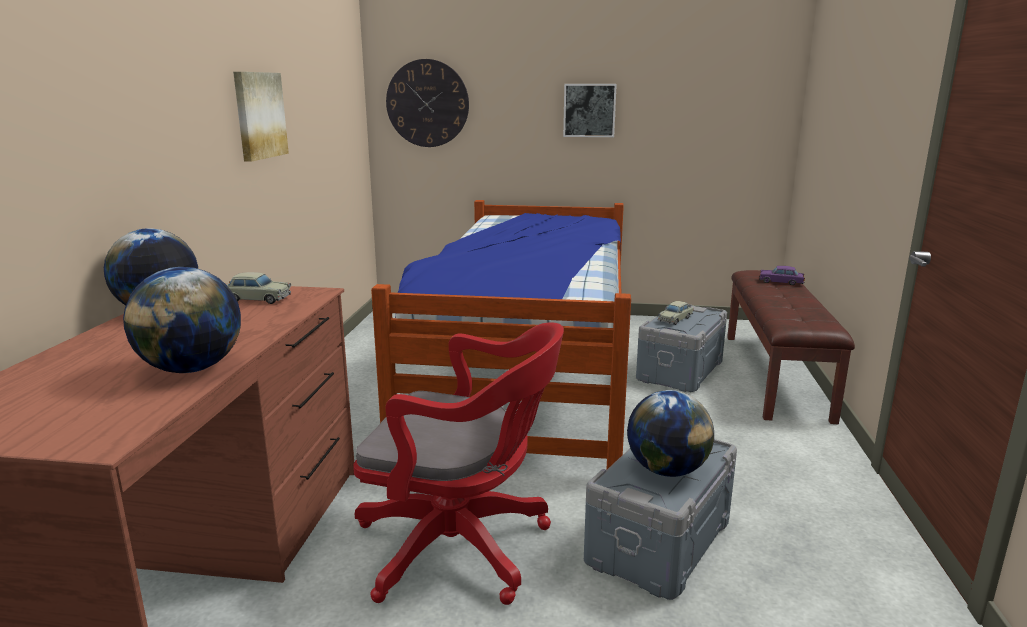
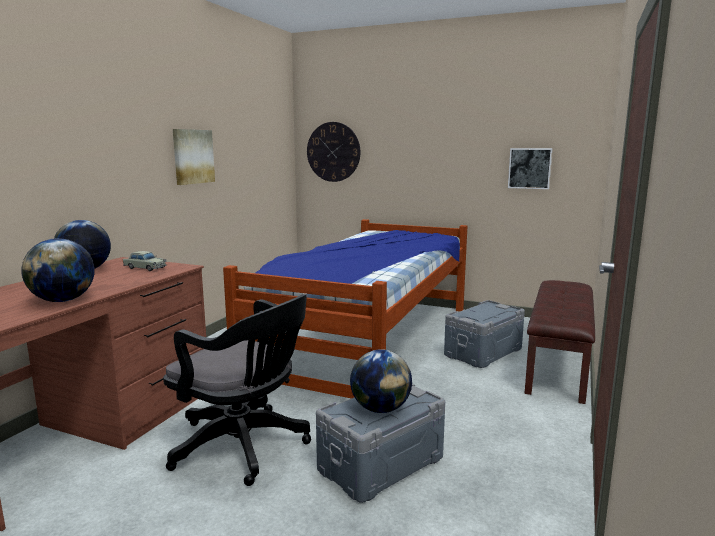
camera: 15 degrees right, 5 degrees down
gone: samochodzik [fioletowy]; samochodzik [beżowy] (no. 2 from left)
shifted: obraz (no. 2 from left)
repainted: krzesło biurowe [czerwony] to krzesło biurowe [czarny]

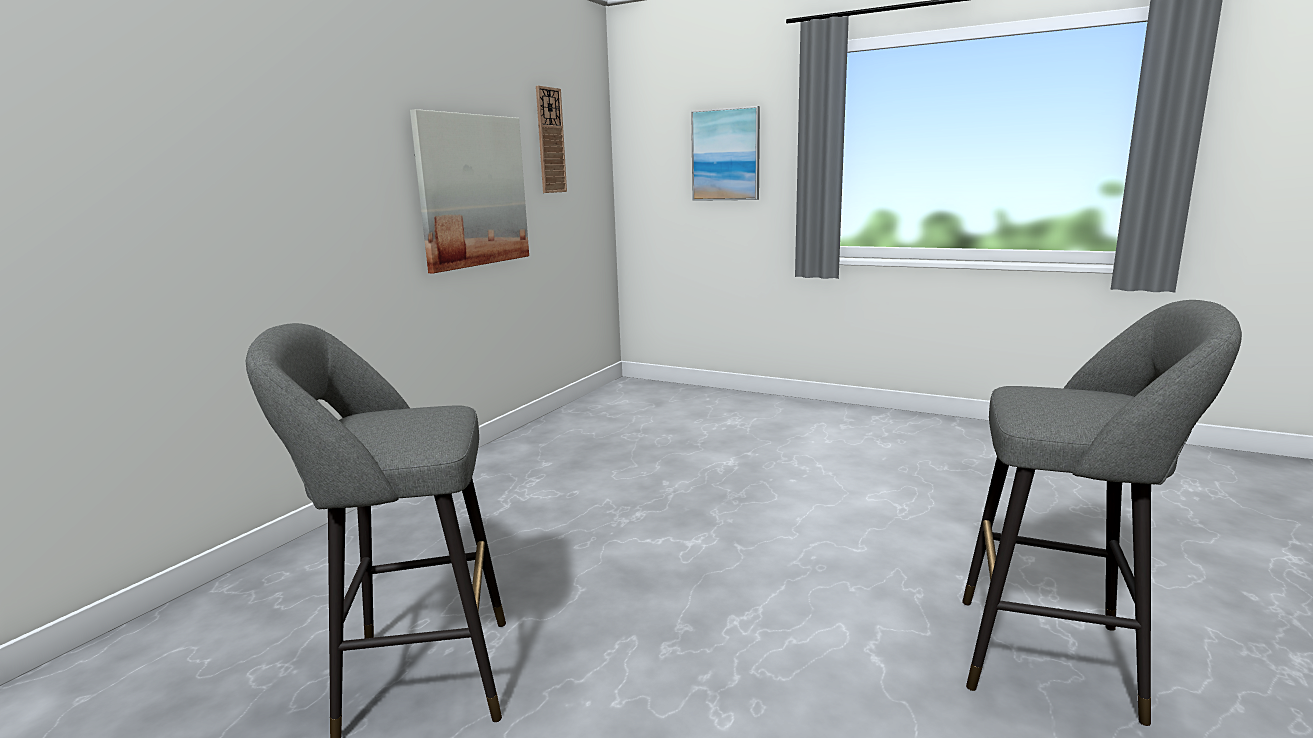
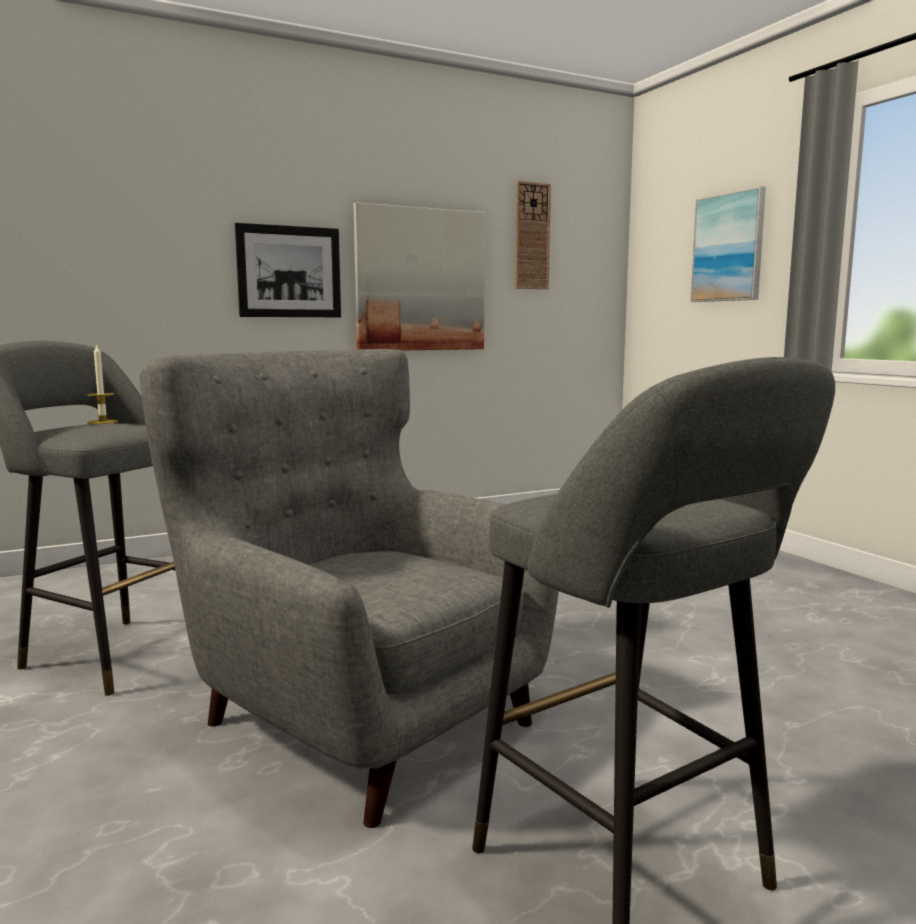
camera: 35 degrees right, 5 degrees down
new: obraz (no. 1 from left); świeca; fotel [szary]

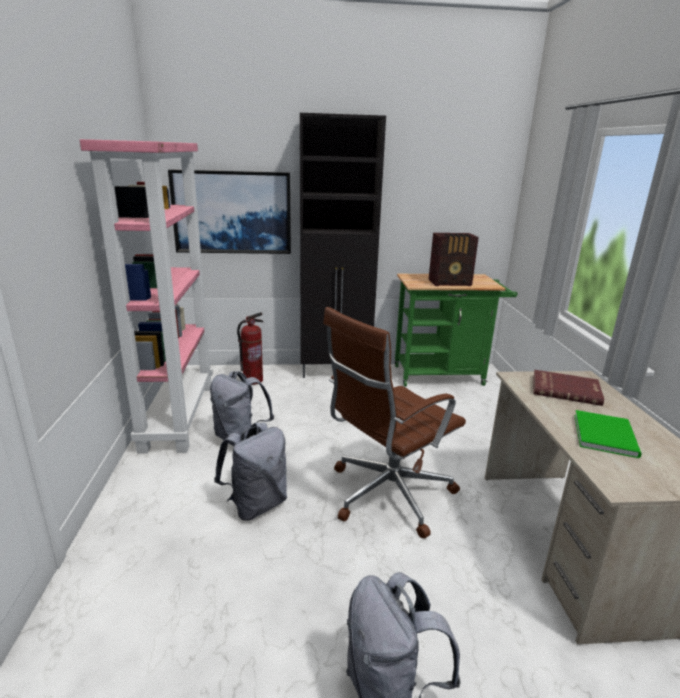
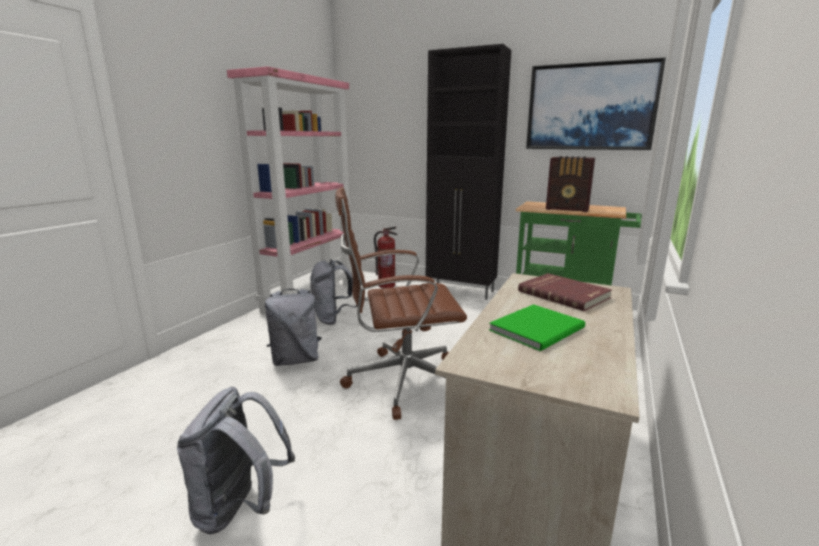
camera: 30 degrees right, 5 degrees down
shifted: obraz

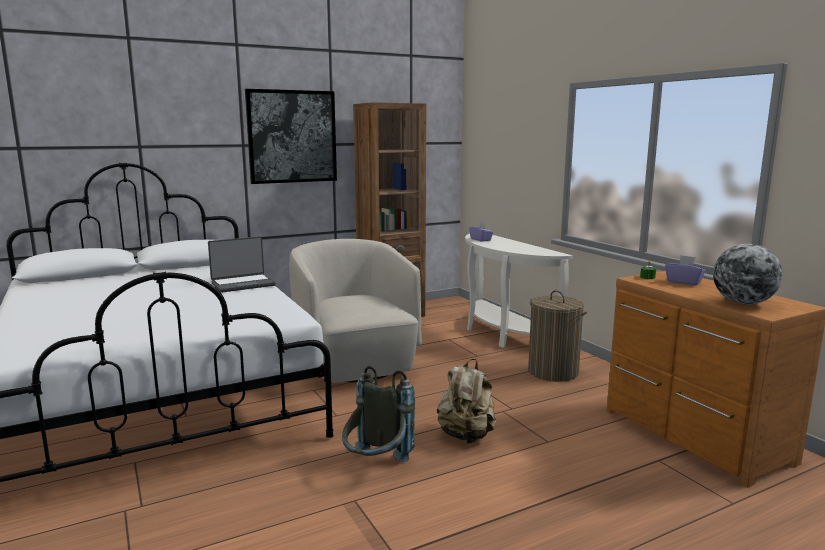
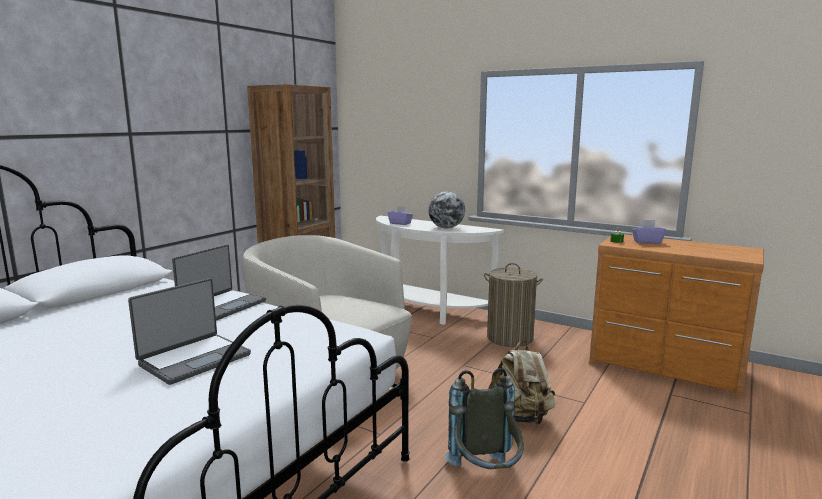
camera: 30 degrees left, 0 degrees up
gone: obraz
new: laptop (no. 1 from left)
shifted: globus

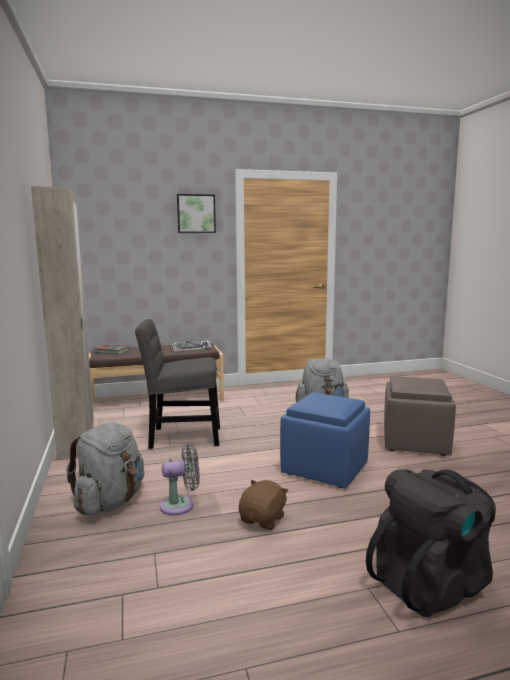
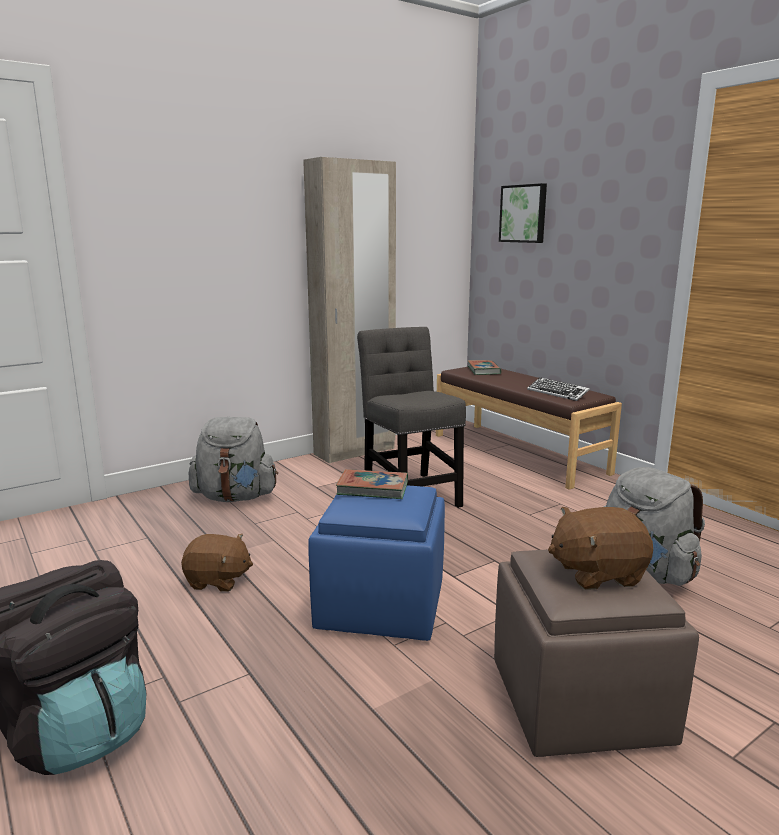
camera: 70 degrees right, 5 degrees up
gone: wentylator [szary]
new: książka (no. 1 from left); pluszak [brązowy] (no. 2 from left)
shifted: obraz

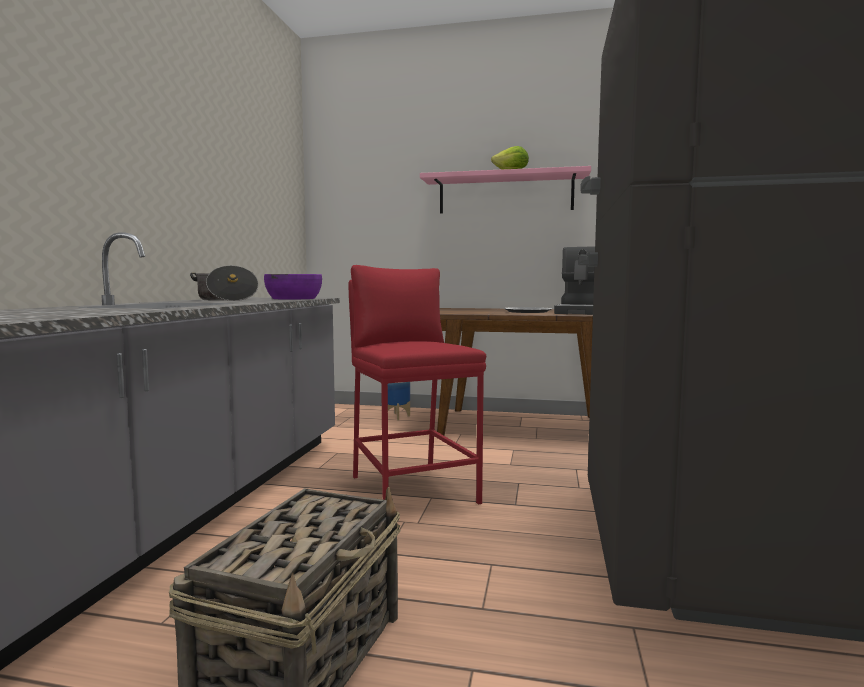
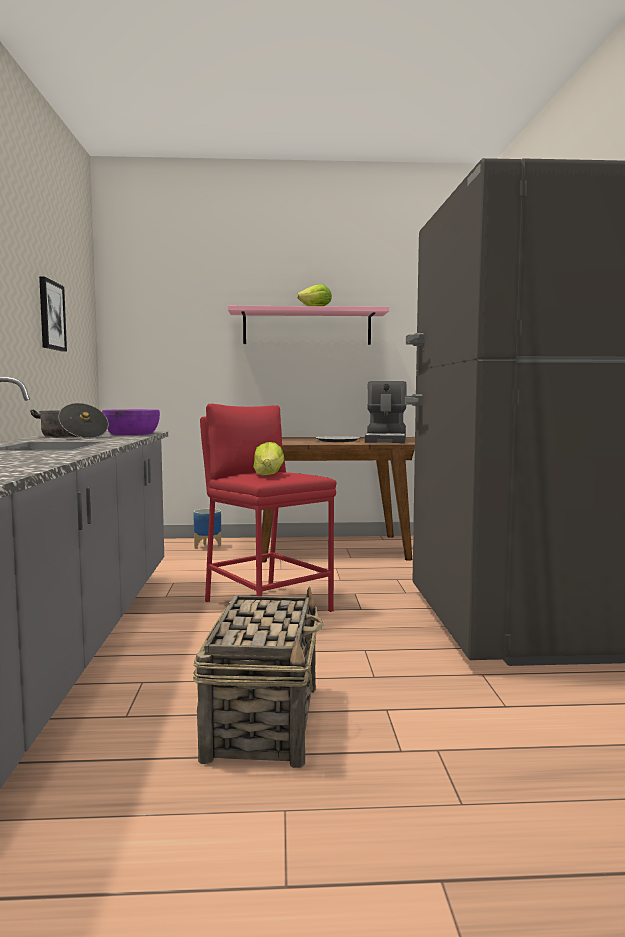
camera: 15 degrees left, 0 degrees up
new: obraz; sałata (no. 1 from left)

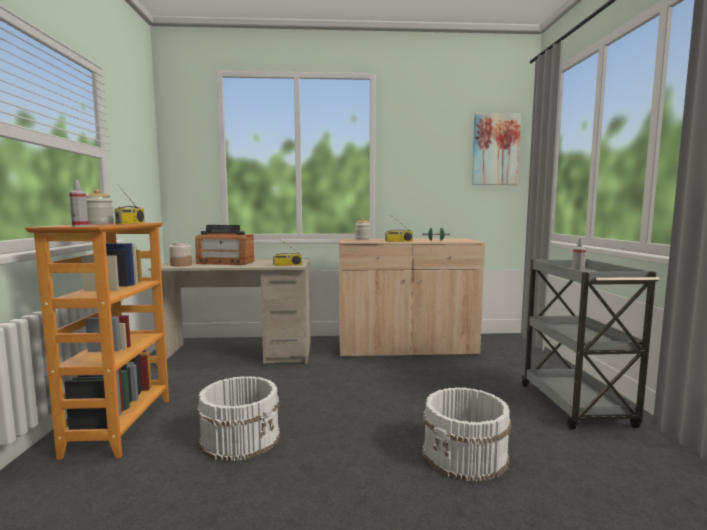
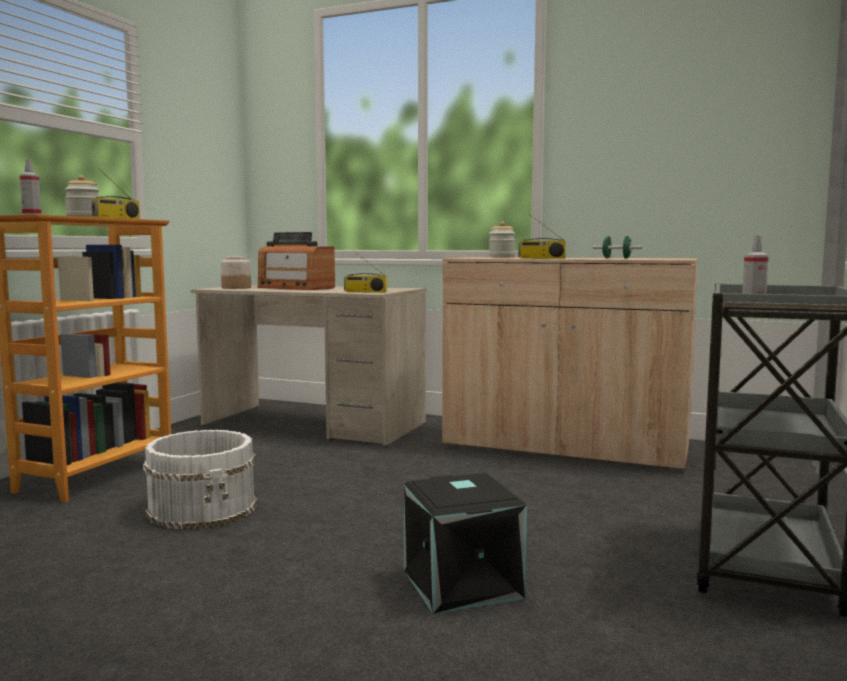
camera: 25 degrees right, 0 degrees up
gone: obraz
swapped: wiadro [biały] (no. 2 from left) to pojemnik do przechowywania [czarny]

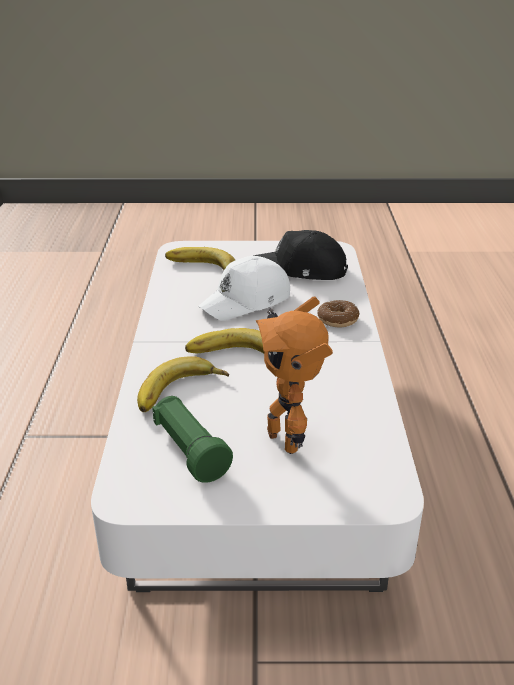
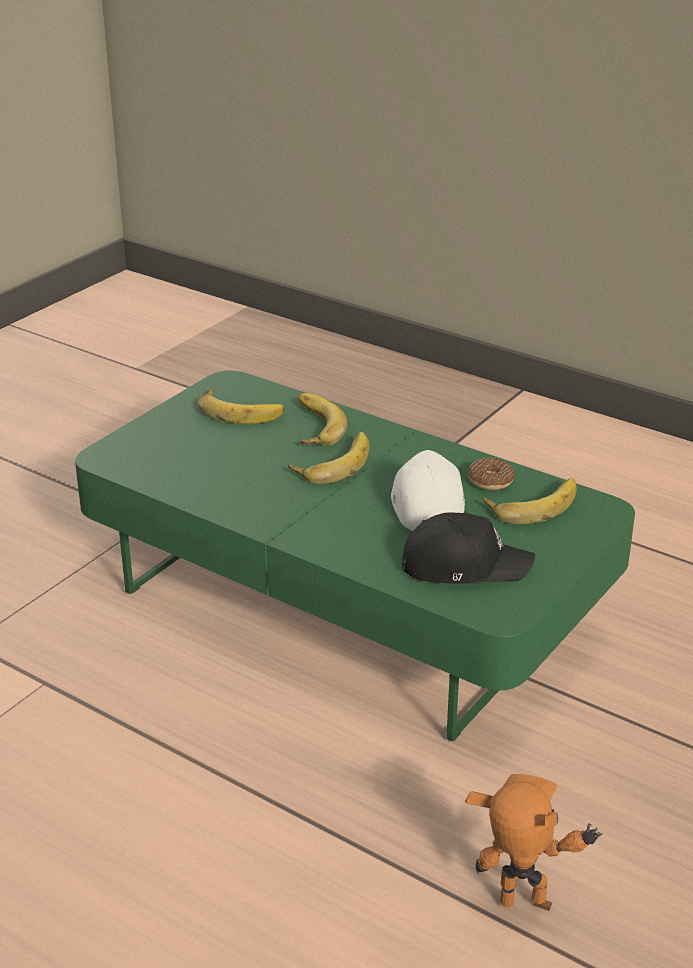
camera: 125 degrees right, 0 degrees up
shifted: robot zabawkowy; donut
swapped: latarka [zielony] to banan (no. 1 from left)
repainted: ława [biały] to ława [zielony]
rotated: czapka z daszkiem [czarny] 45 degrees clockwise

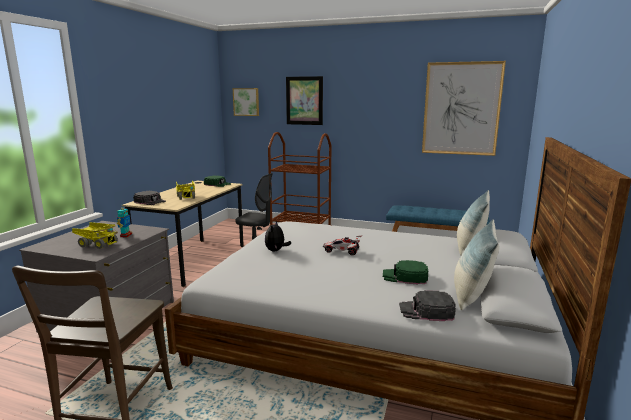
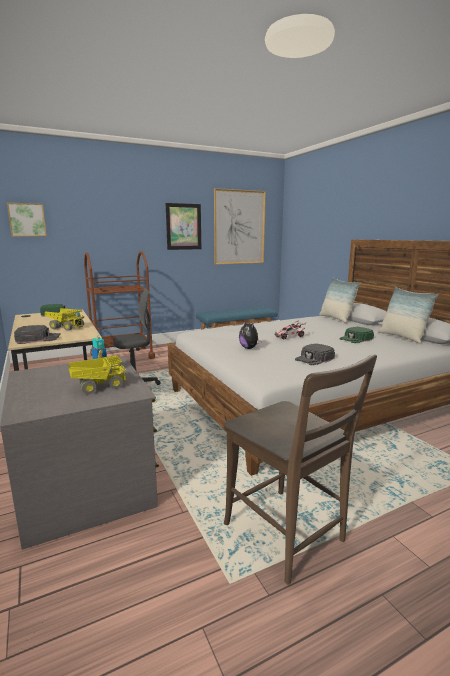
camera: 45 degrees left, 0 degrees up
shifted: obraz (no. 2 from left); czapka z daszkiem [czarny] (no. 2 from left)

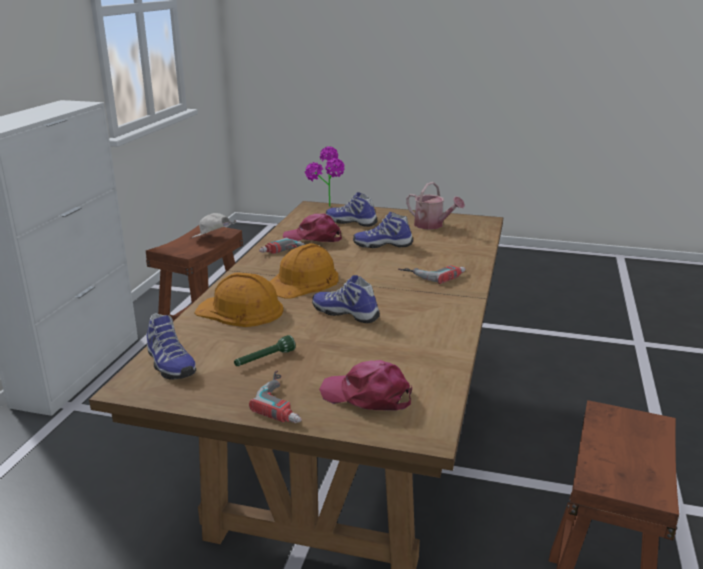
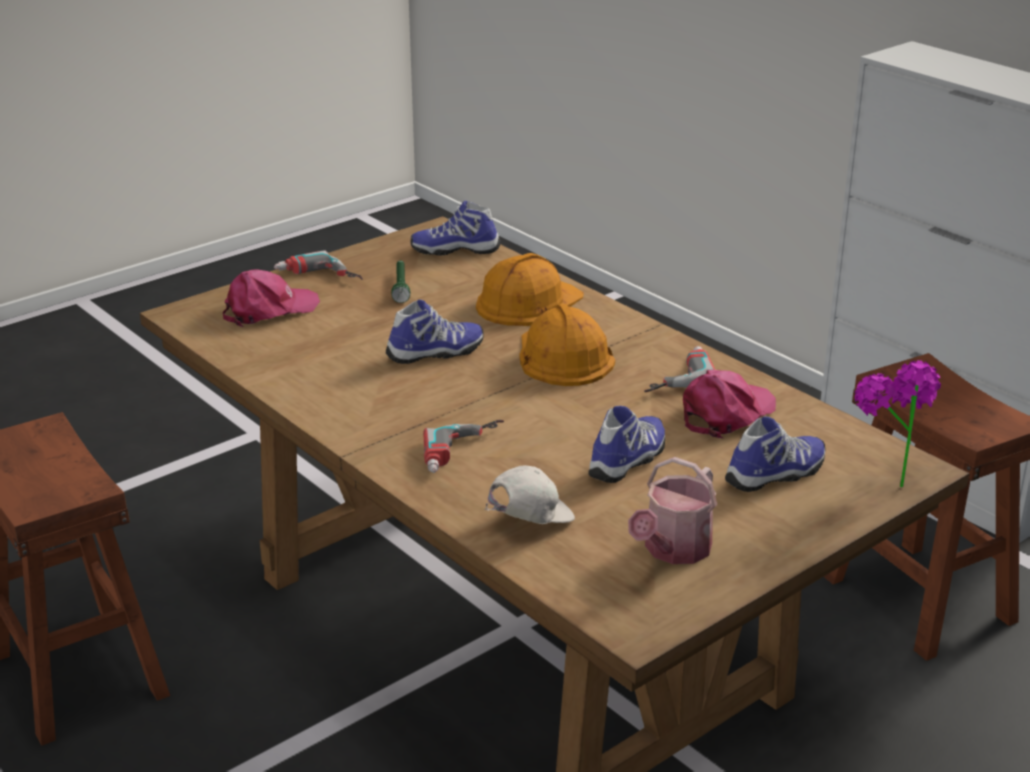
camera: 125 degrees right, 5 degrees up
shifted: czapka z daszkiem [biały]
rotated: konewka 45 degrees counterclockwise

